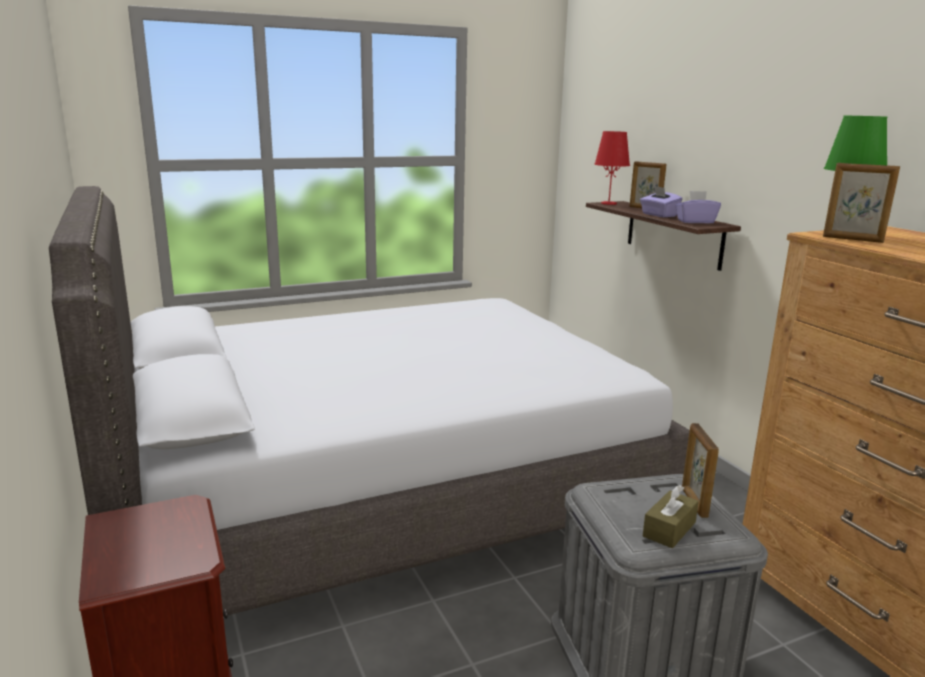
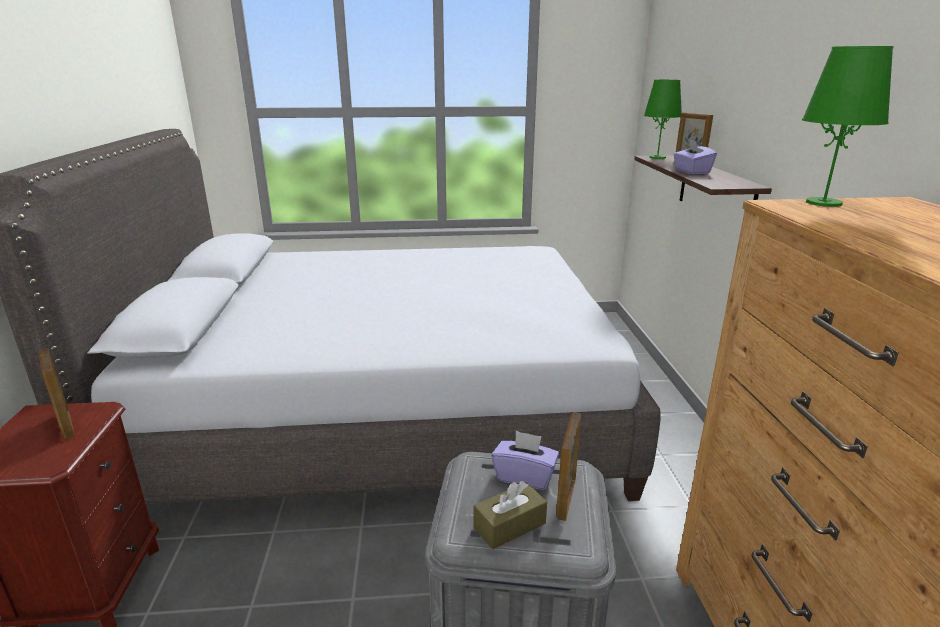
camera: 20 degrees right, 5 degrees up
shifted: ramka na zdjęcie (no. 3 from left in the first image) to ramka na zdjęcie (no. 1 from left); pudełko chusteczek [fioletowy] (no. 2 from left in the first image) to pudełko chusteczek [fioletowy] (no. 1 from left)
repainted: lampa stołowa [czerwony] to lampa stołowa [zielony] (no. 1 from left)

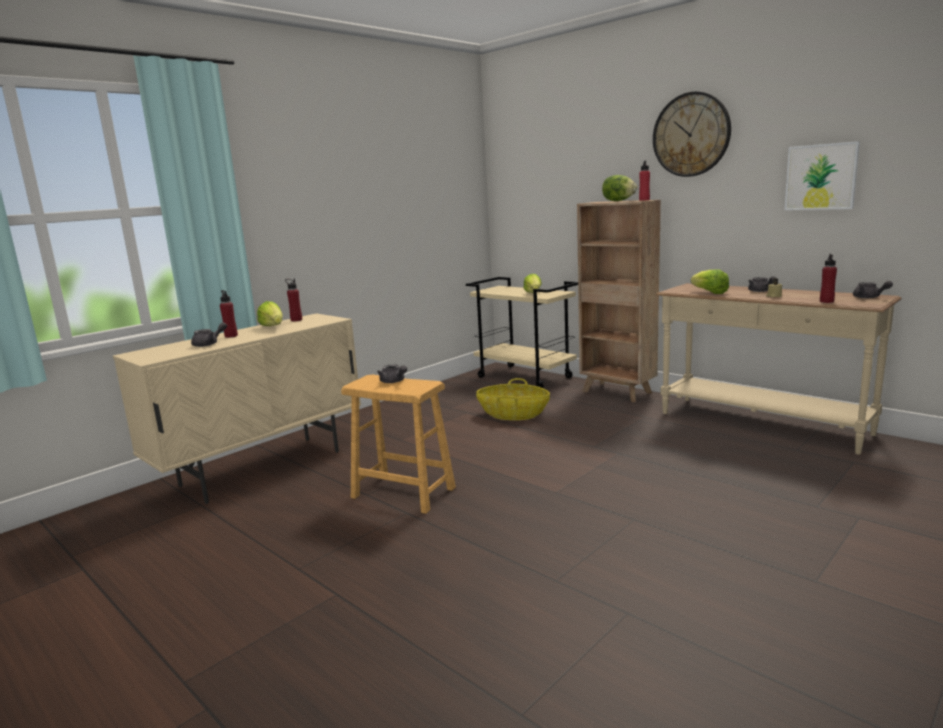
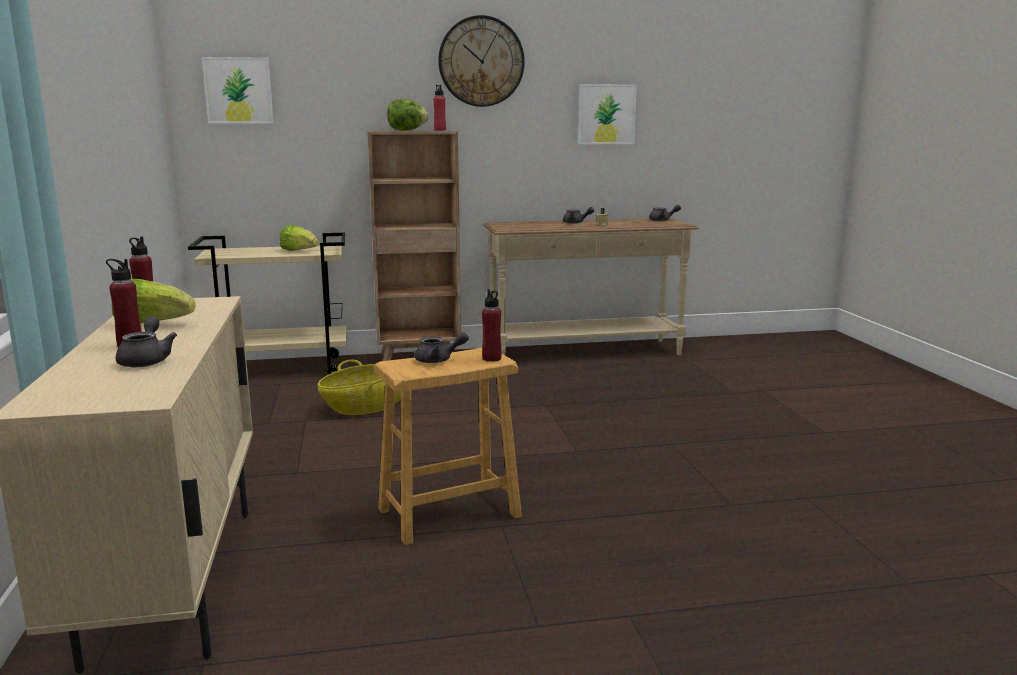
camera: 55 degrees left, 0 degrees up
gone: sałata (no. 4 from left)
new: obraz (no. 1 from left)
shifted: butelka [czerwony] (no. 4 from left)

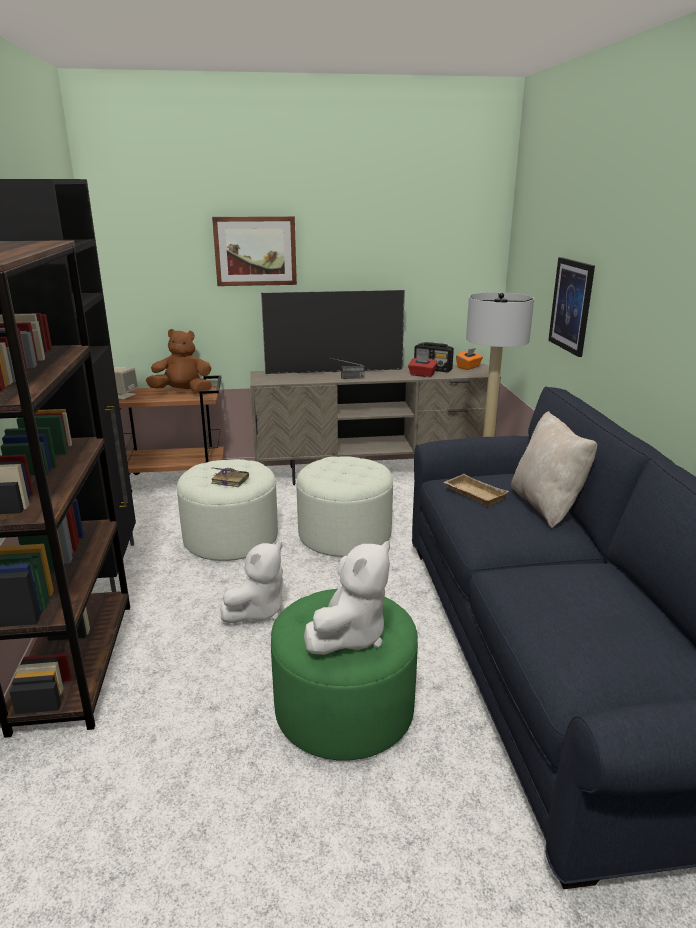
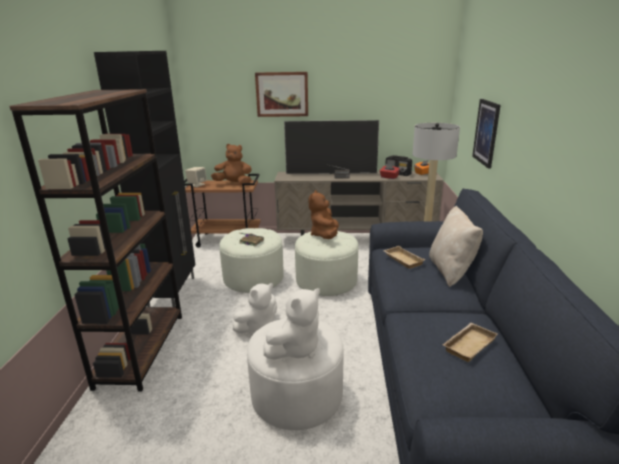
camera: 10 degrees right, 0 degrees up
new: pluszak [brązowy] (no. 2 from left); taca [beżowy] (no. 2 from left)
repainted: pufa [zielony] to pufa [biały] (no. 2 from left)

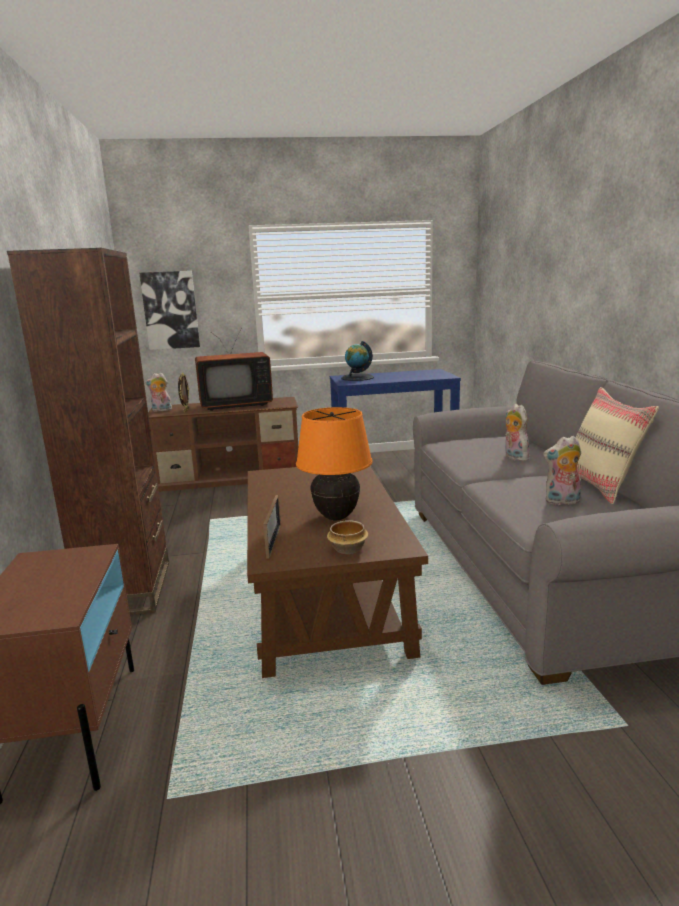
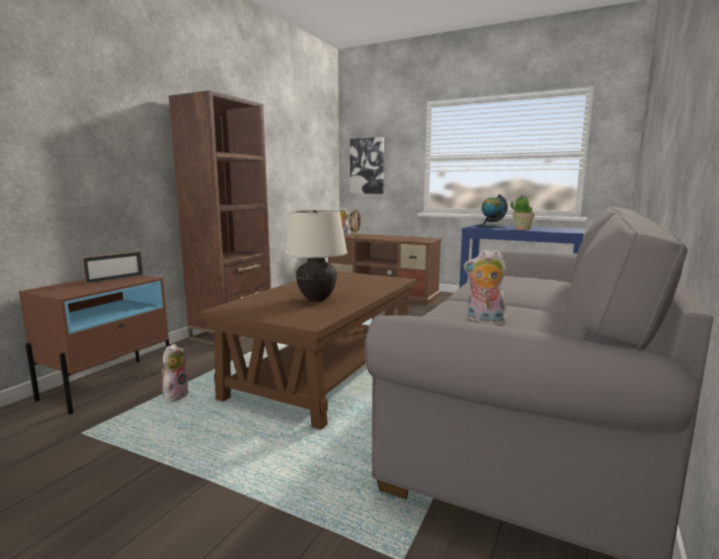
camera: 35 degrees right, 5 degrees down
gone: telewizor; poduszka [beżowy]; miska
new: roślina doniczkowa
shifted: pluszak (no. 2 from left in the first image) to pluszak (no. 1 from left); ramka na zdjęcie (no. 2 from left in the first image) to ramka na zdjęcie (no. 1 from left)
repainted: lampa stołowa [pomarańczowy] to lampa stołowa [beżowy]

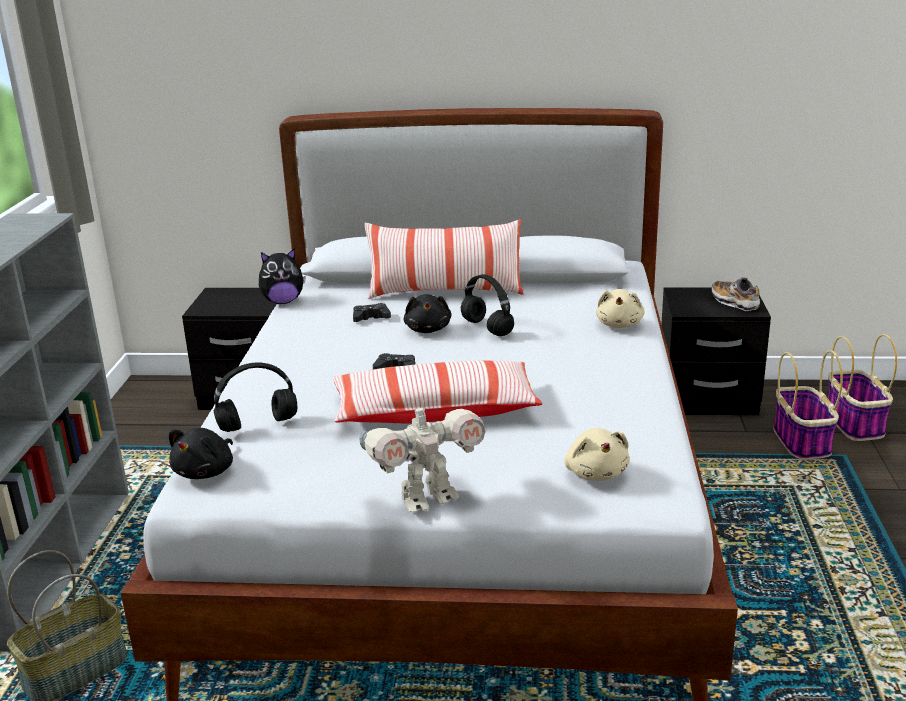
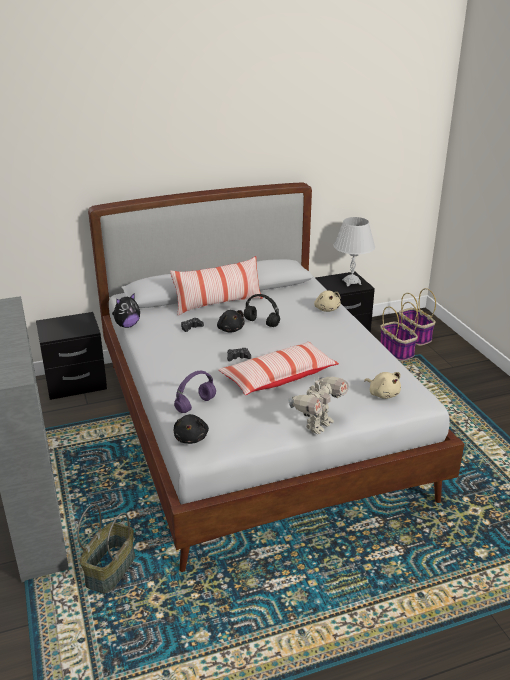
camera: 25 degrees left, 5 degrees up
swapped: but to lampa stołowa [biały]
repainted: słuchawki [czarny] (no. 1 from left) to słuchawki [fioletowy]

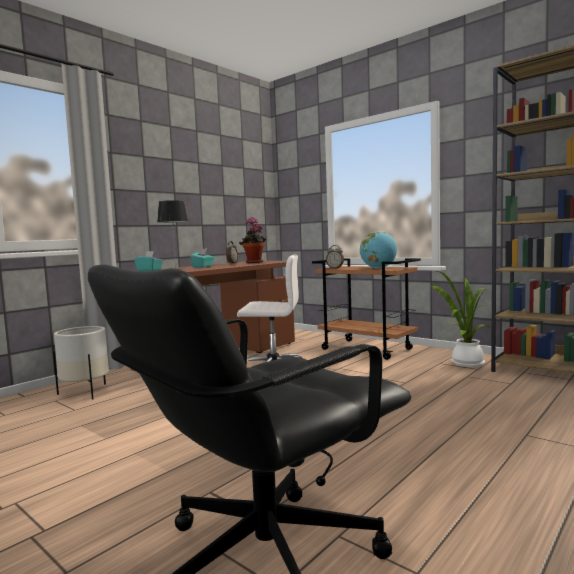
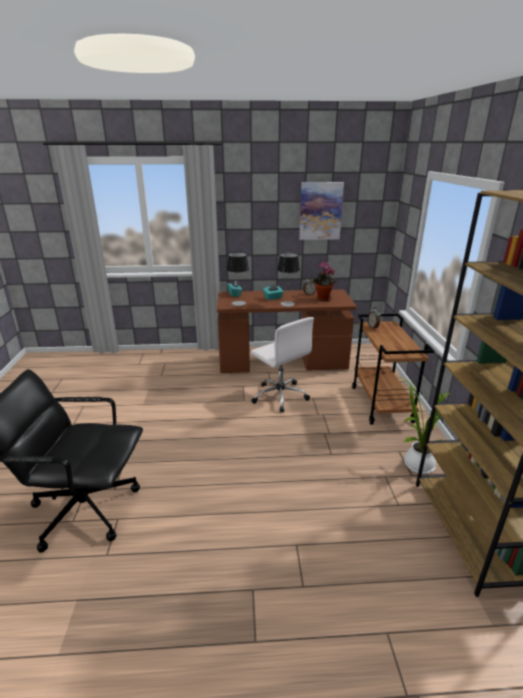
camera: 45 degrees right, 20 degrees up
gone: globus; donica [biały]
new: obraz; lampa stołowa (no. 2 from left)

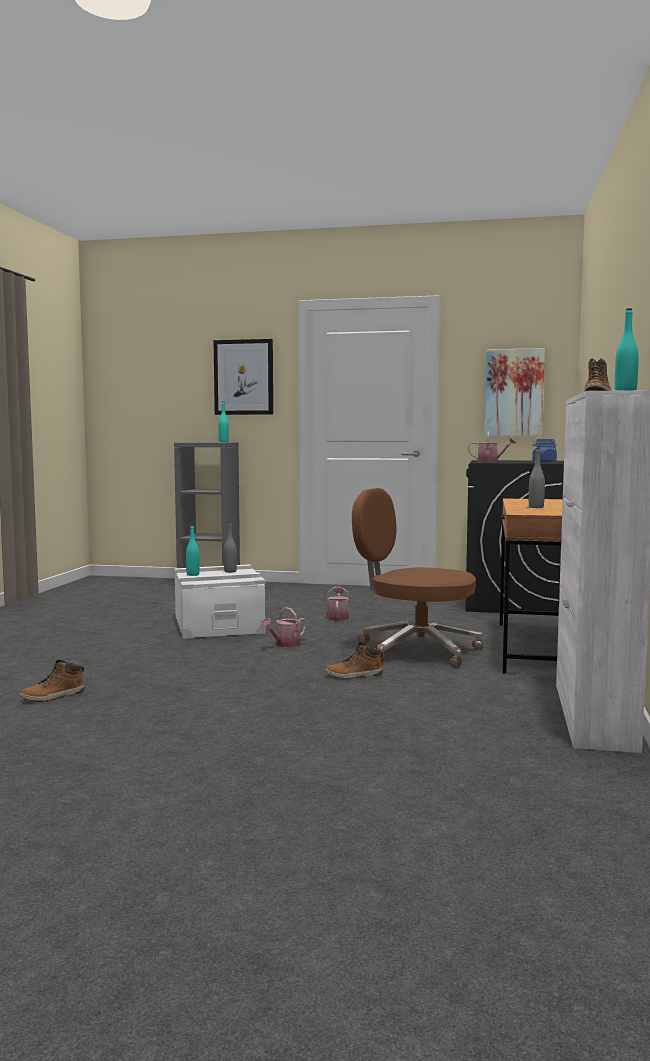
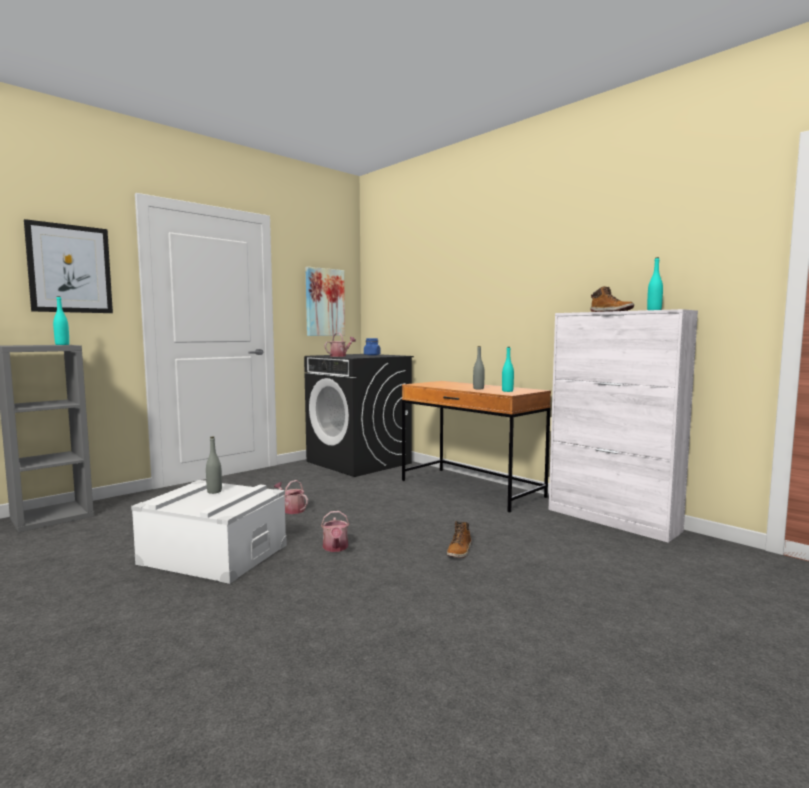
camera: 55 degrees left, 0 degrees up
gone: krzesło biurowe [brązowy]; but z cholewką (no. 1 from left)
shifted: butelka [turkusowy] (no. 1 from left in the first image) to butelka [turkusowy] (no. 2 from left)

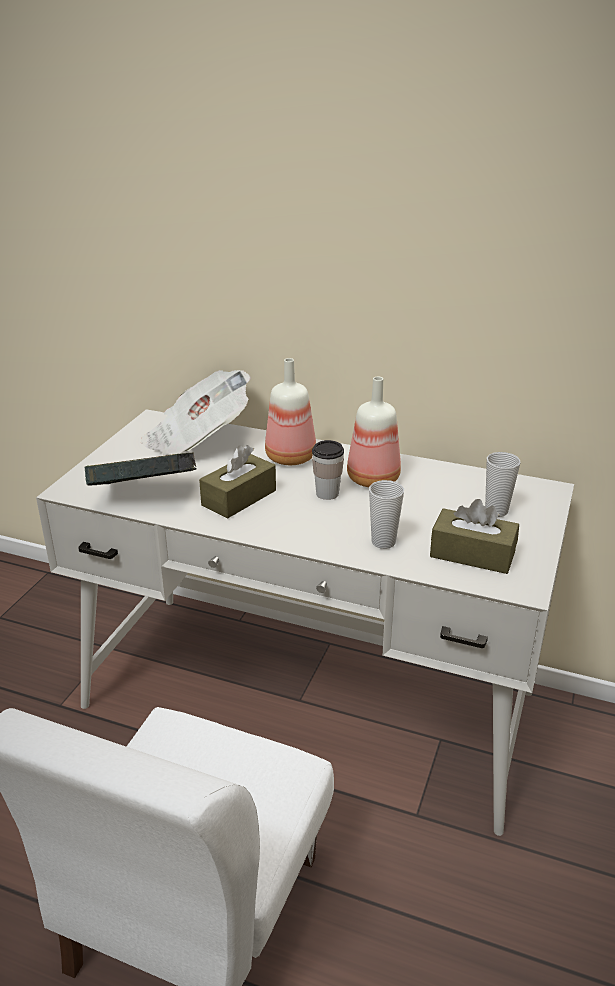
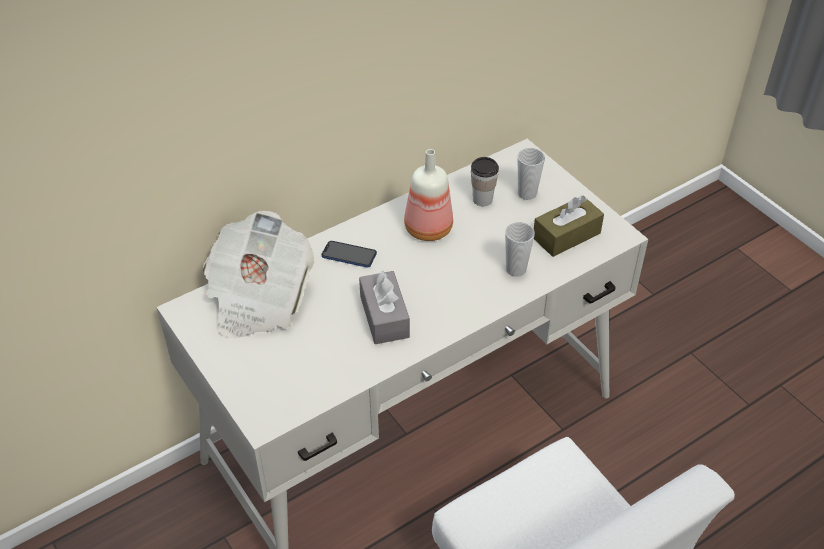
camera: 55 degrees left, 15 degrees up
gone: książka
shifted: filiżanka (no. 1 from left)
swapped: butelka (no. 1 from left) to telefon
repainted: pudełko chusteczek [brązowy] (no. 1 from left) to pudełko chusteczek [szary]

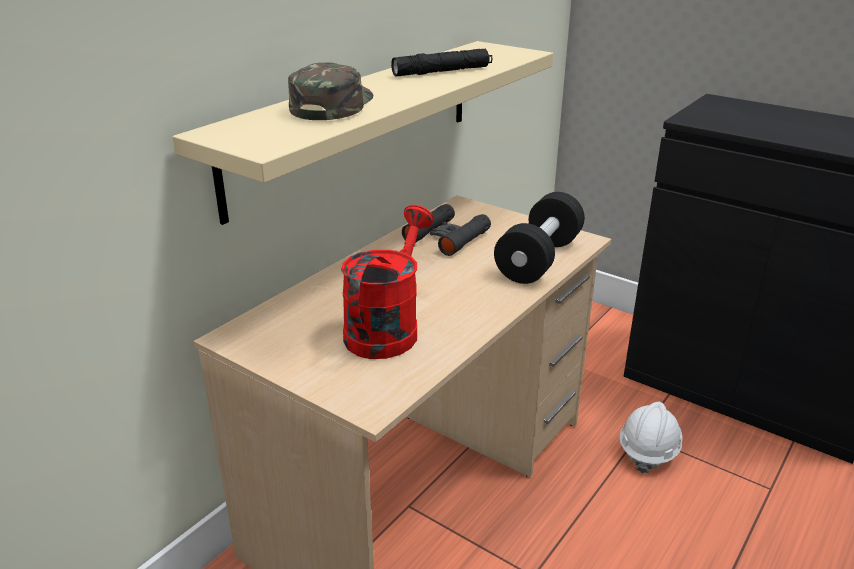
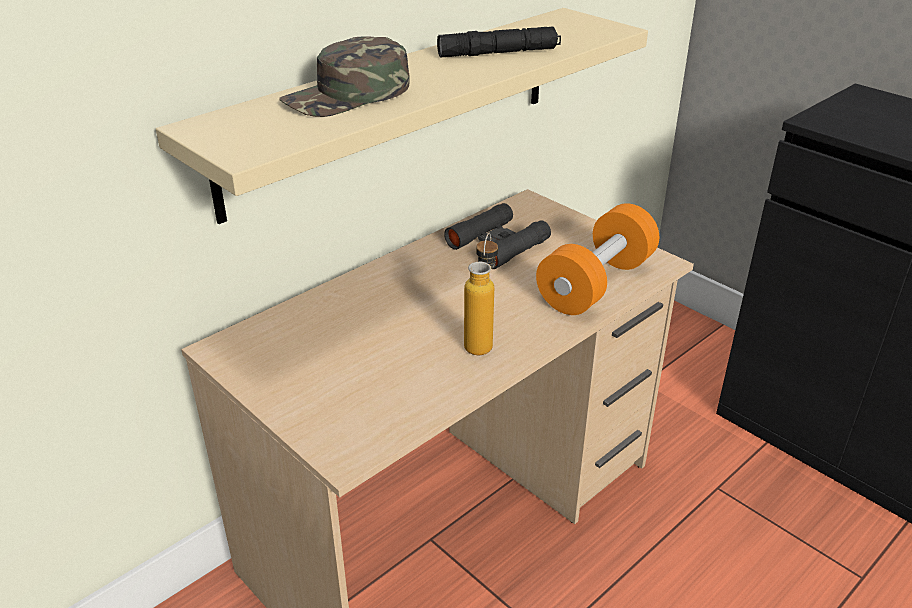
camera: 10 degrees right, 5 degrees up
gone: konewka [czerwony]; kask [biały]
new: butelka
repainted: hantel [czarny] to hantel [pomarańczowy]
rotated: czapka z daszkiem [zielony] 150 degrees counterclockwise

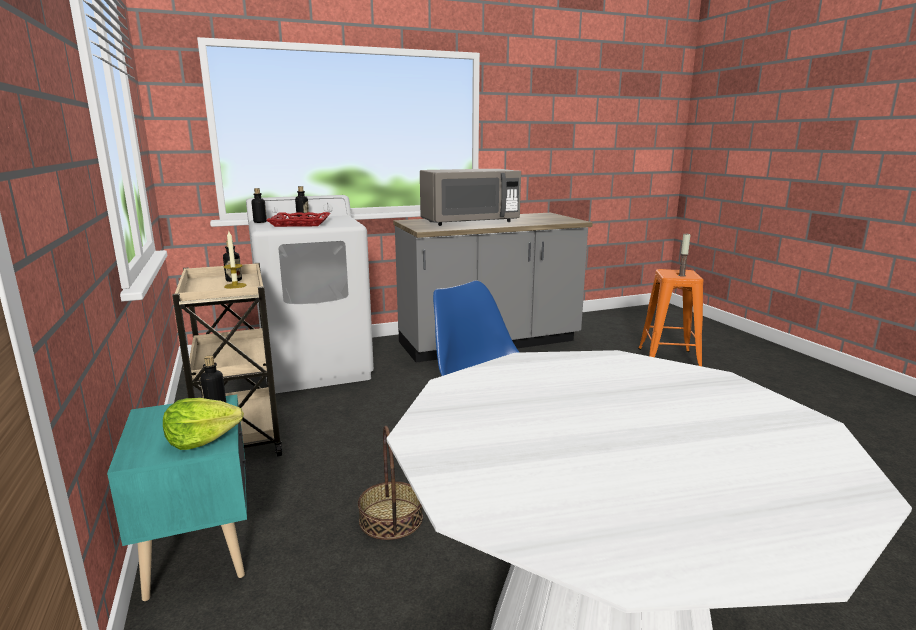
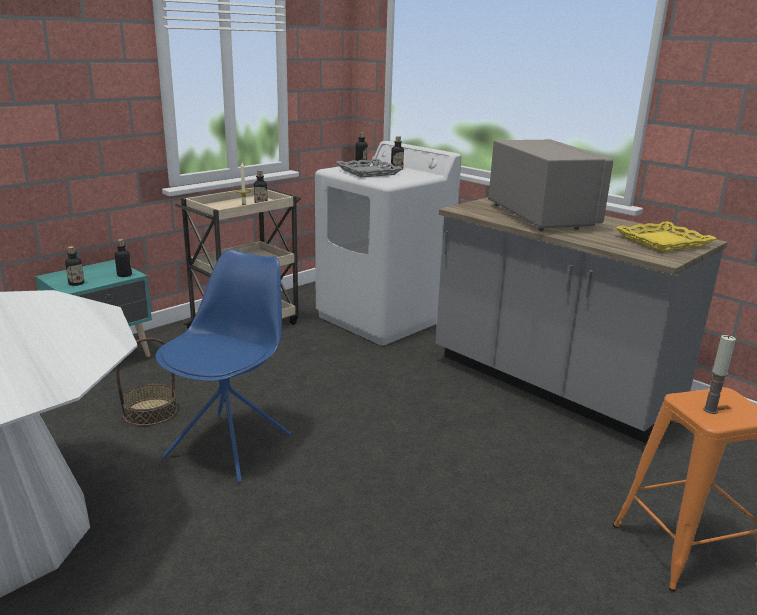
camera: 65 degrees right, 5 degrees up
new: taca [żółty]
swapped: sałata to butelka (no. 1 from left)
repainted: taca [czerwony] to taca [szary]
rotated: mikrofalówka [szary] 150 degrees counterclockwise

